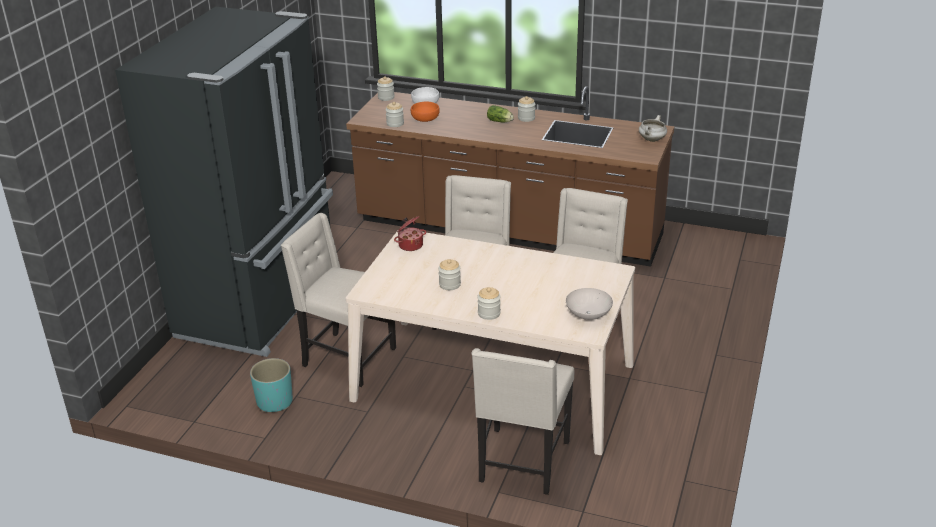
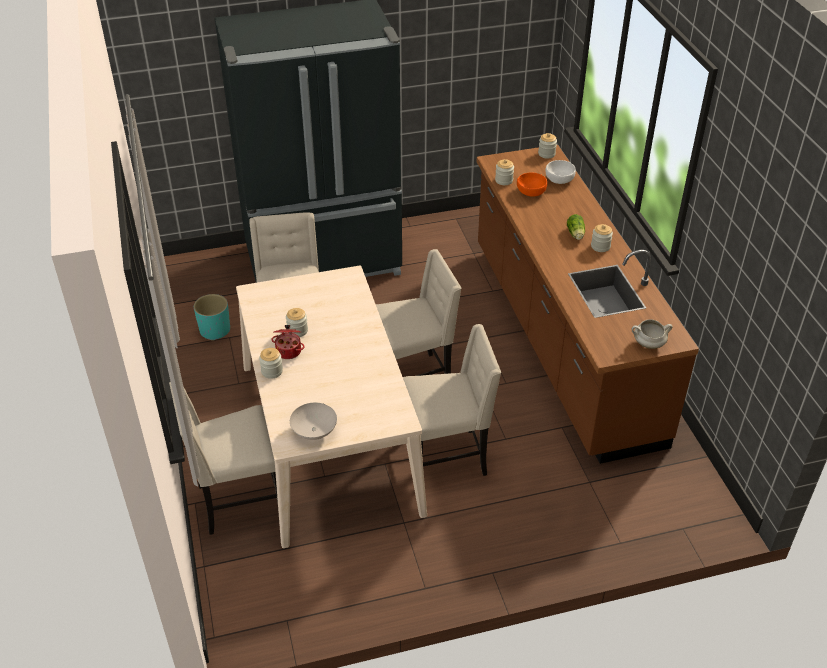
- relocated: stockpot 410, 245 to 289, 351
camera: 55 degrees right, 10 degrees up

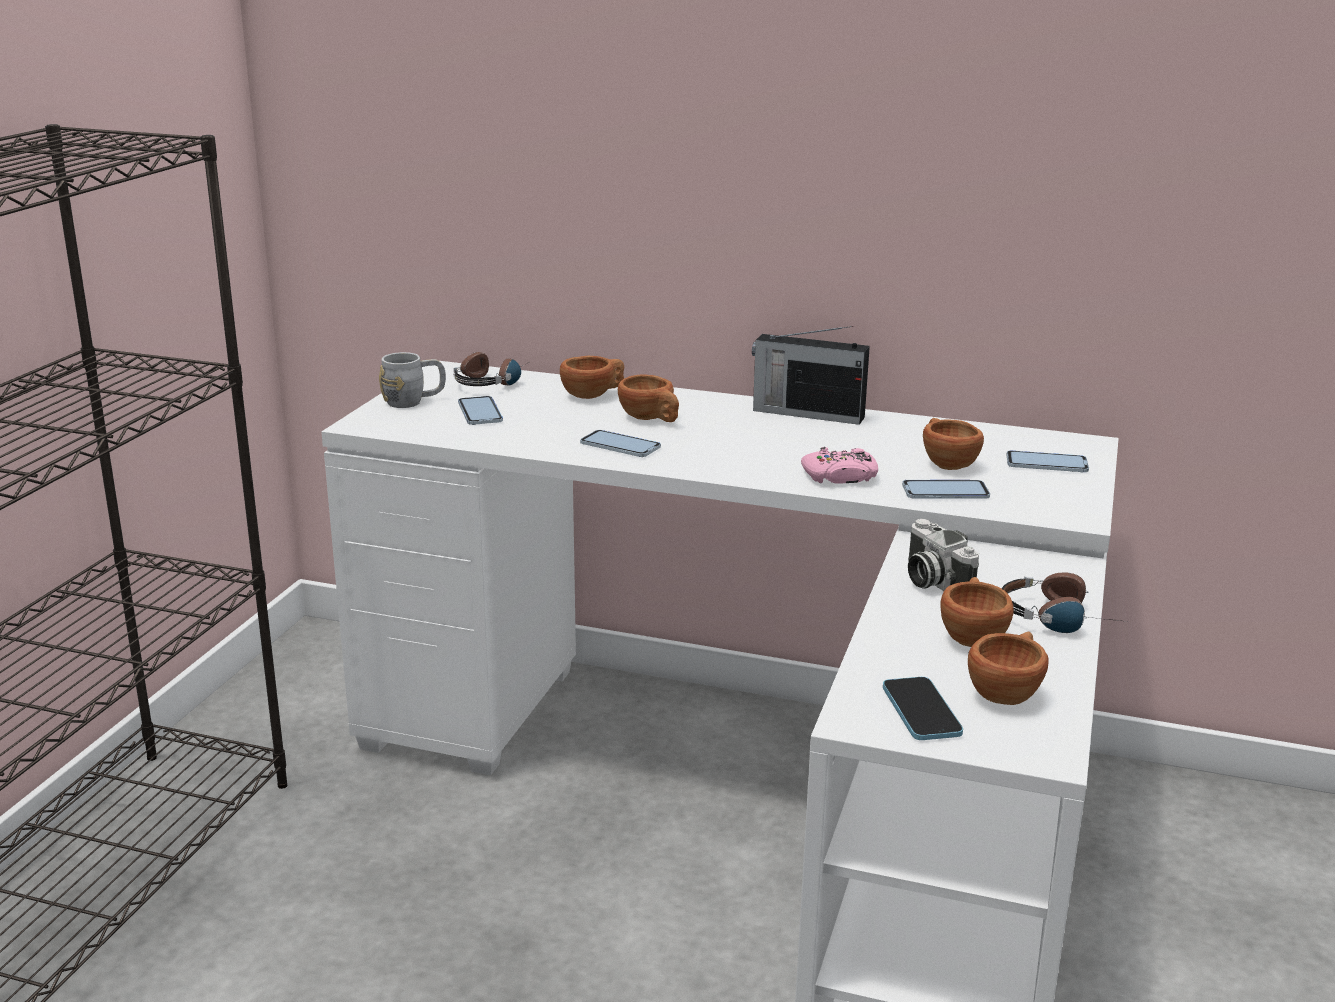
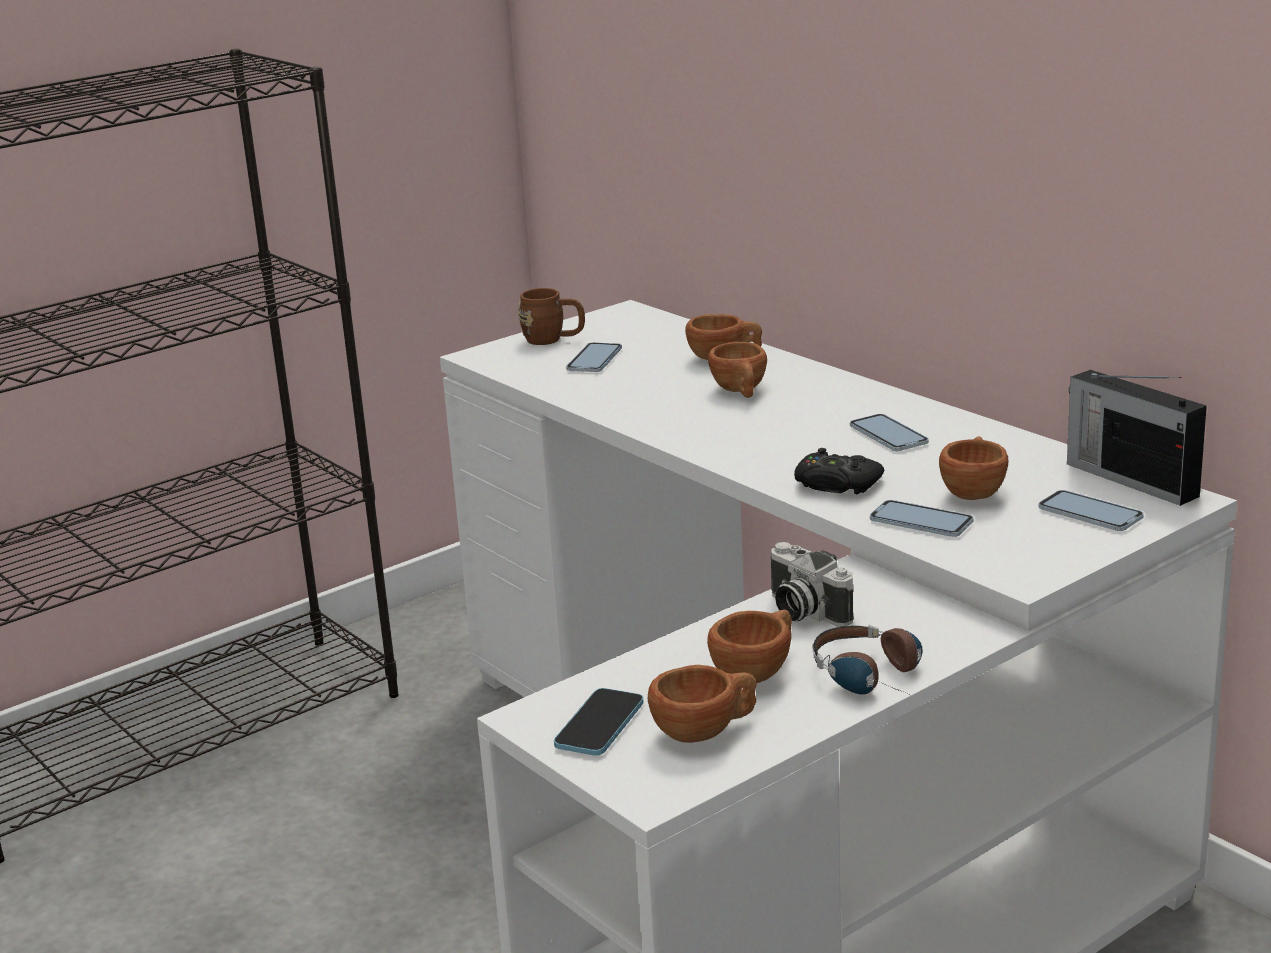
- colour: coffee mug (greyish) 414, 401 to coffee mug (brown-coloured) 553, 340
- missing: headphones 491, 381
- relocated: handset 620, 446 to 888, 435
- relocated: radio 806, 413 to 1129, 479
- colour: game controller (pinkish) 840, 477 to game controller (blackish) 836, 484
- spun: photo camera 931, 581 = 802, 611 45 degrees counterclockwise
camera: 35 degrees right, 0 degrees up

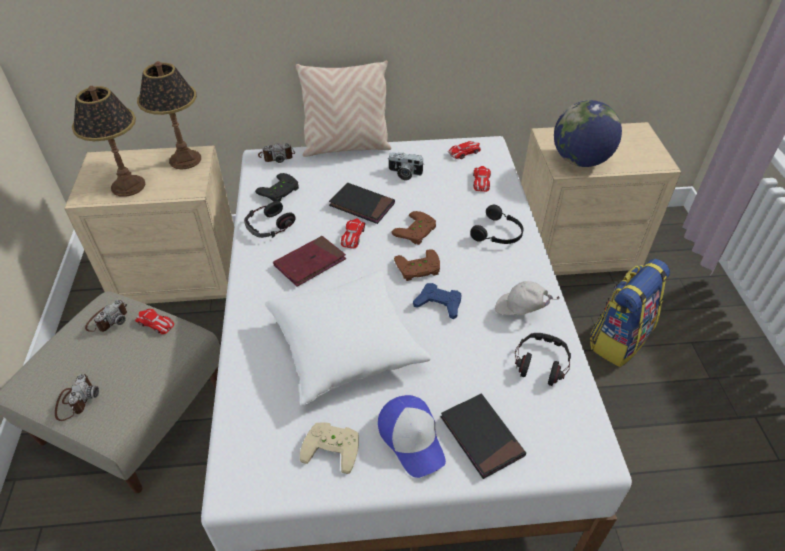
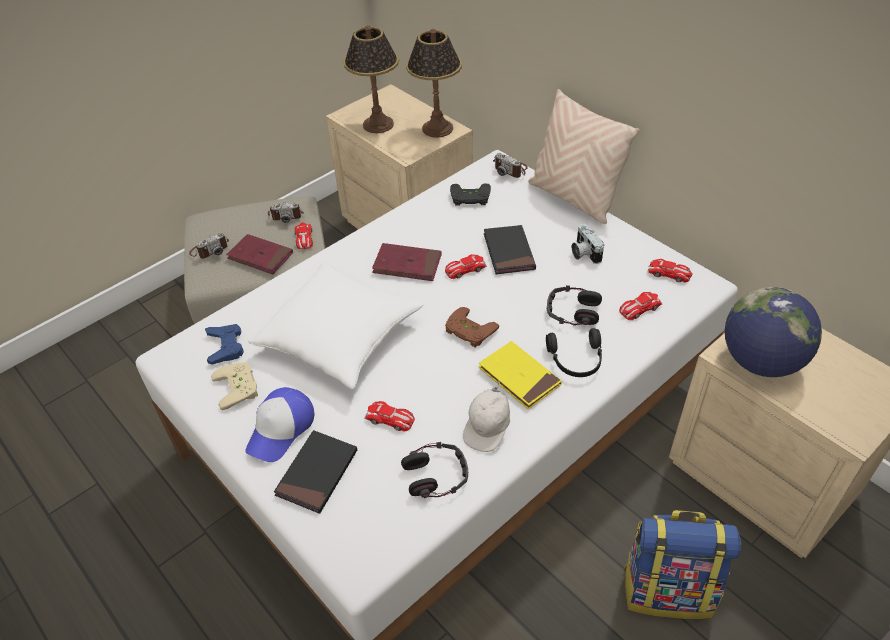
- relocated: headphones 270, 226 to 572, 312
- missing: game controller (brown-coloured) 417, 232
- relocated: game controller (bluish) 439, 303 to 225, 346
- spun: peaked cap (white) 520, 310 = 488, 428 135 degrees counterclockwise
- appeared: book (reddish) 260, 256
- appeared: miniature car 390, 419
- appeared: book (yellow) 519, 377
camera: 55 degrees right, 0 degrees up

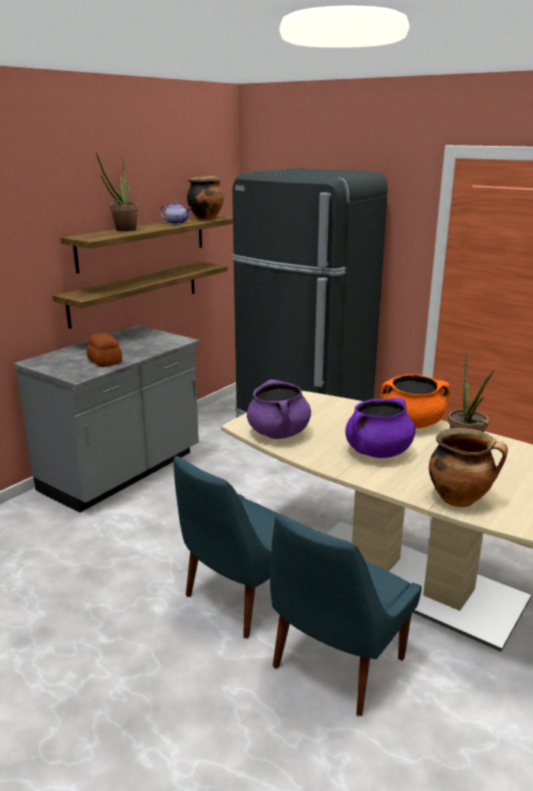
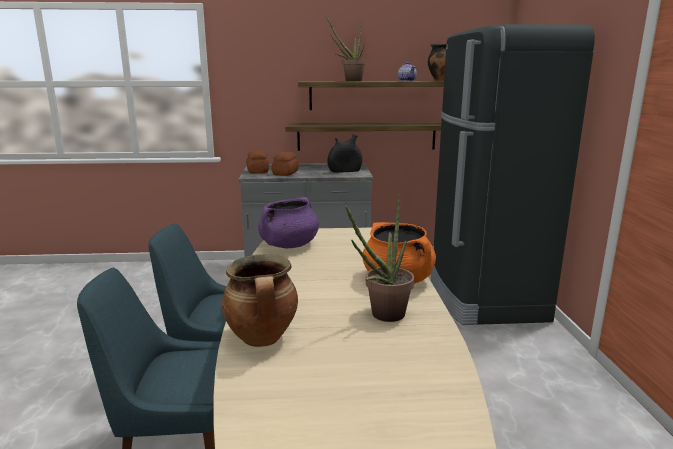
- missing: stockpot (purple-coloured) 378, 452
- appeared: baked bread 258, 171
- appeared: flower vase (blackish) 345, 171
camera: 50 degrees right, 5 degrees down

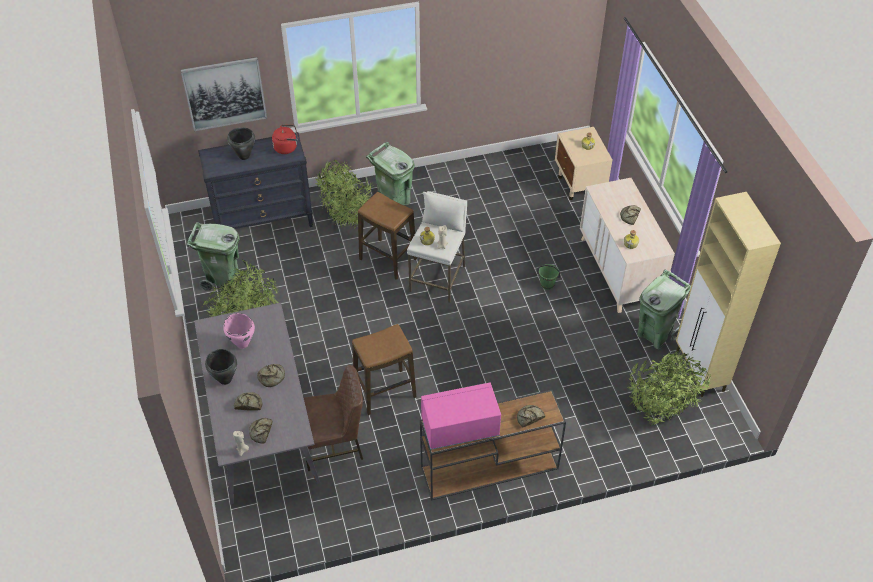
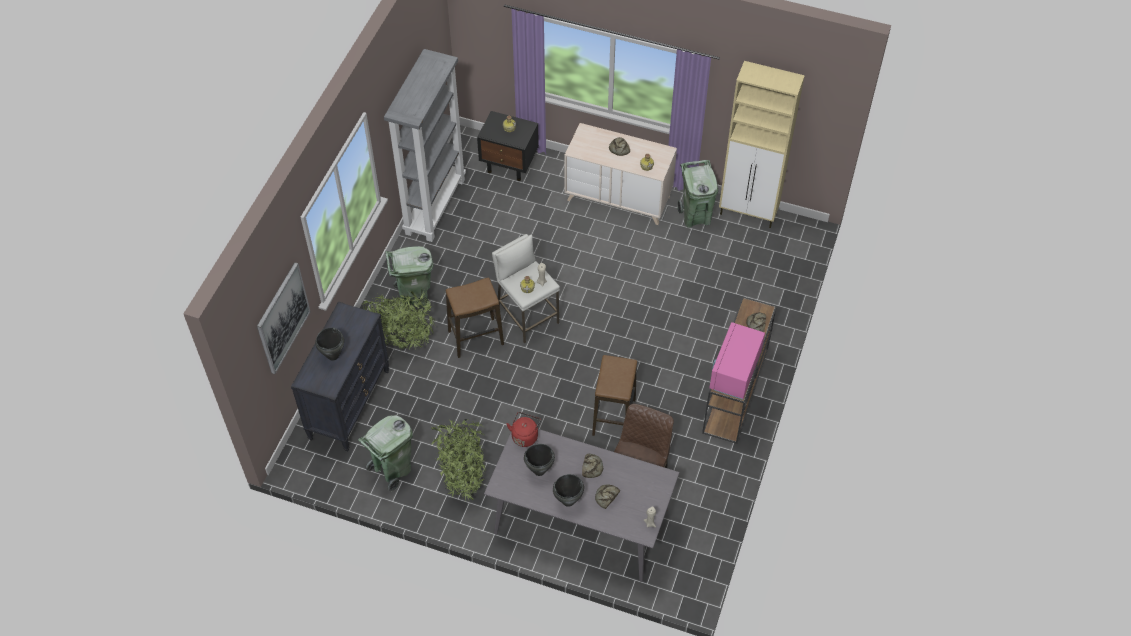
- colour: stockpot (pinkish) 242, 343 to stockpot (blackish) 539, 470
- missing: baked bread 261, 432
- relocated: water kettle (reddish) 287, 147 to 525, 435
- missing: bucket (green) 547, 284
- colour: night table (beige) 579, 185 to night table (blackish) 510, 165
- missing: plant in a pot 660, 411
- appeared: bookcase (greyish) 435, 205
camera: 55 degrees left, 5 degrees up

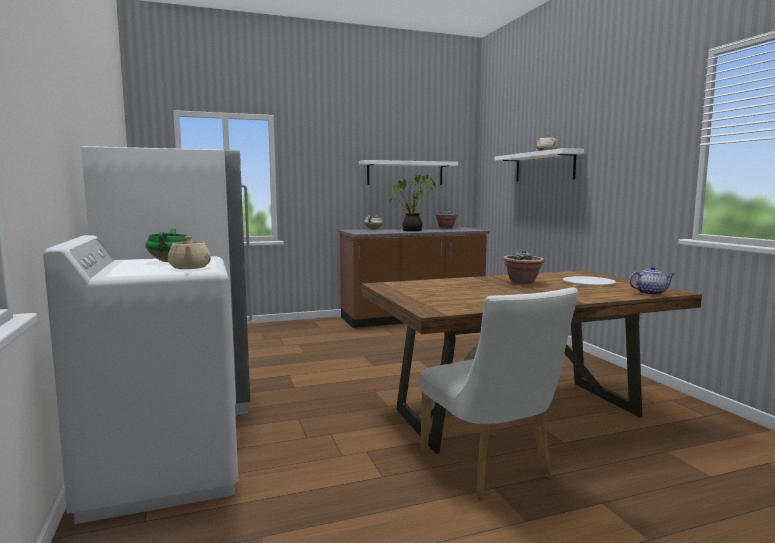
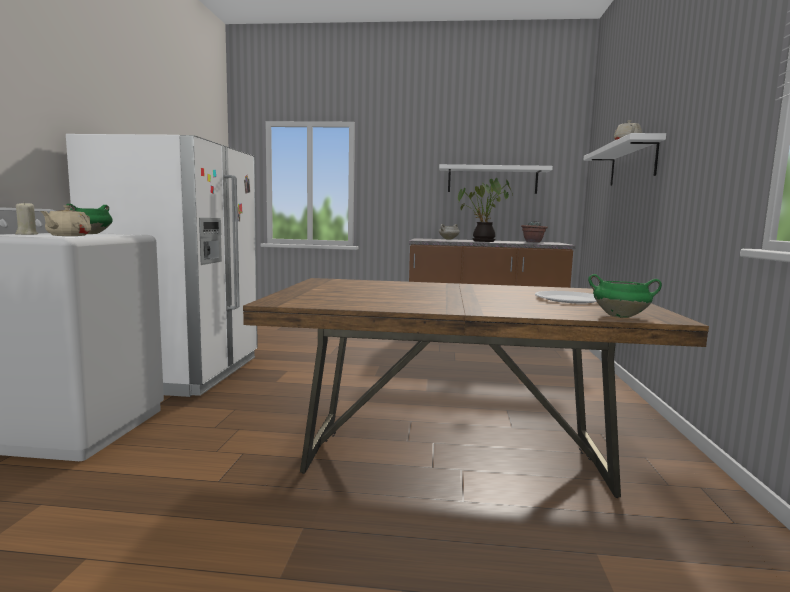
- missing: plain chair (white) 490, 469
- missing: plant in a pot 522, 282
- exchanged: tea pot 651, 293 to stockpot (green) 621, 316
- appeared: candle (beige) 26, 234
camera: 25 degrees right, 0 degrees up

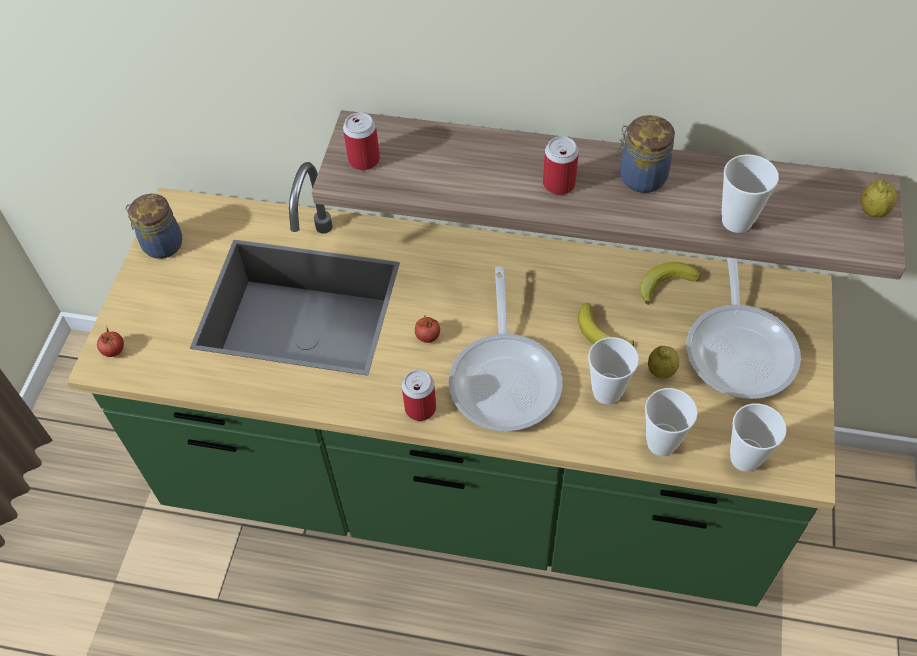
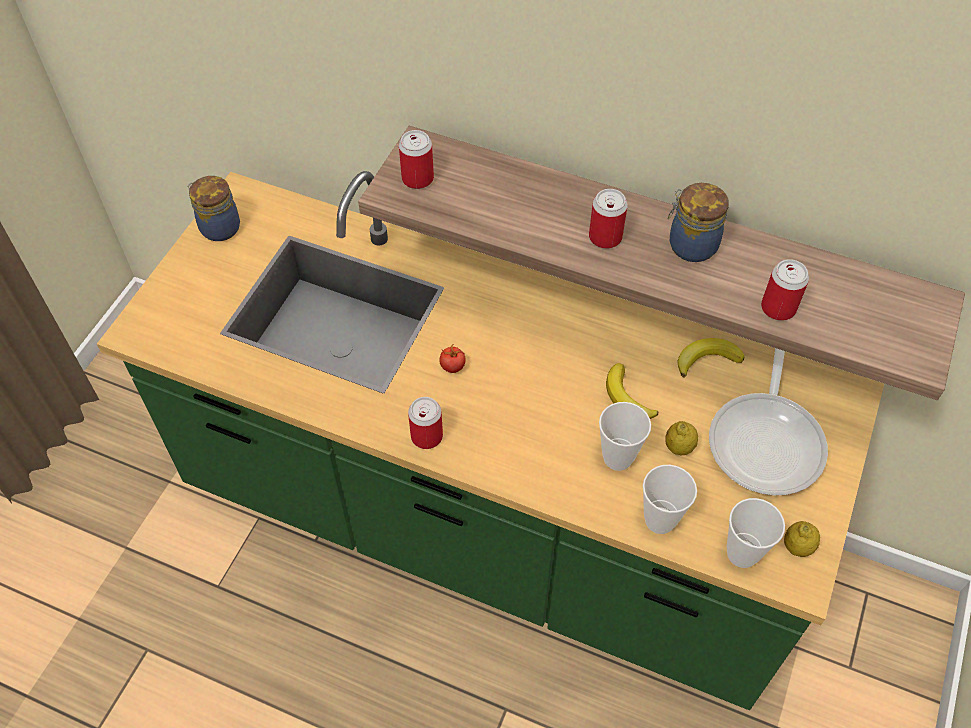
- missing: whole tomato 114, 351
- missing: pan 506, 377
- exchanged: small cup 737, 221 to metal can 778, 308
- relocated: whole lemon 872, 211 to 797, 547
camera: 10 degrees right, 0 degrees up

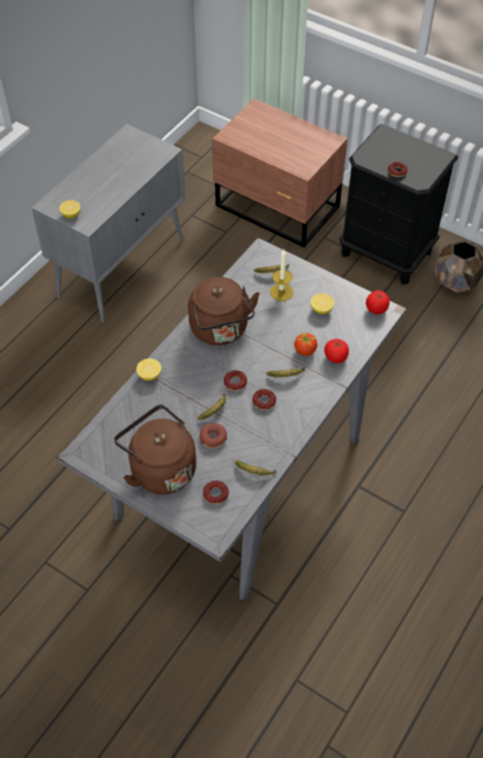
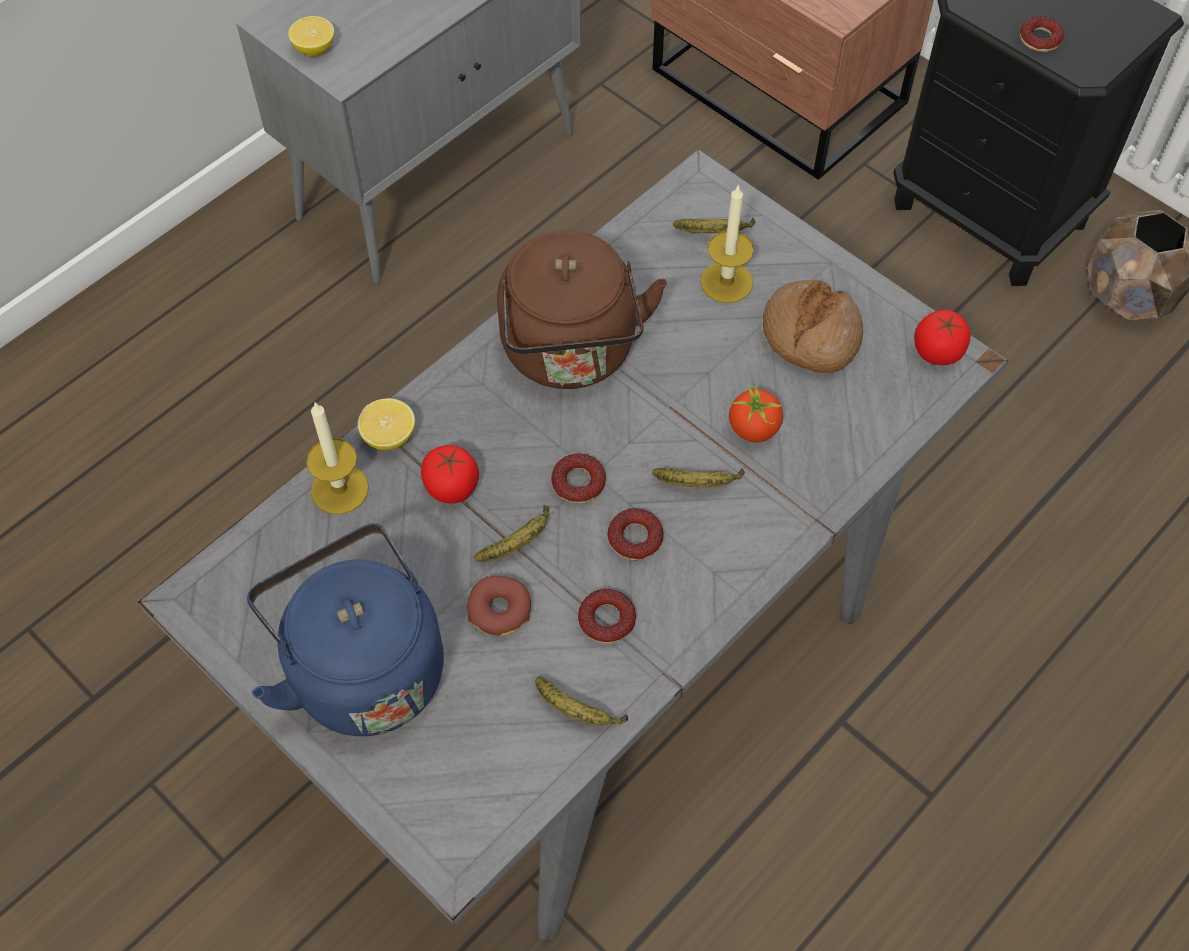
- colour: water kettle (brown-coloured) 160, 468 to water kettle (bluish) 362, 667
- relocated: donut 216, 494 to 607, 620
- exchanged: whole lemon 321, 309 to baked bread 810, 335
- relocated: whole tomato 335, 357 to 452, 486
- appeared: candle 339, 489
camera: 10 degrees right, 5 degrees up

